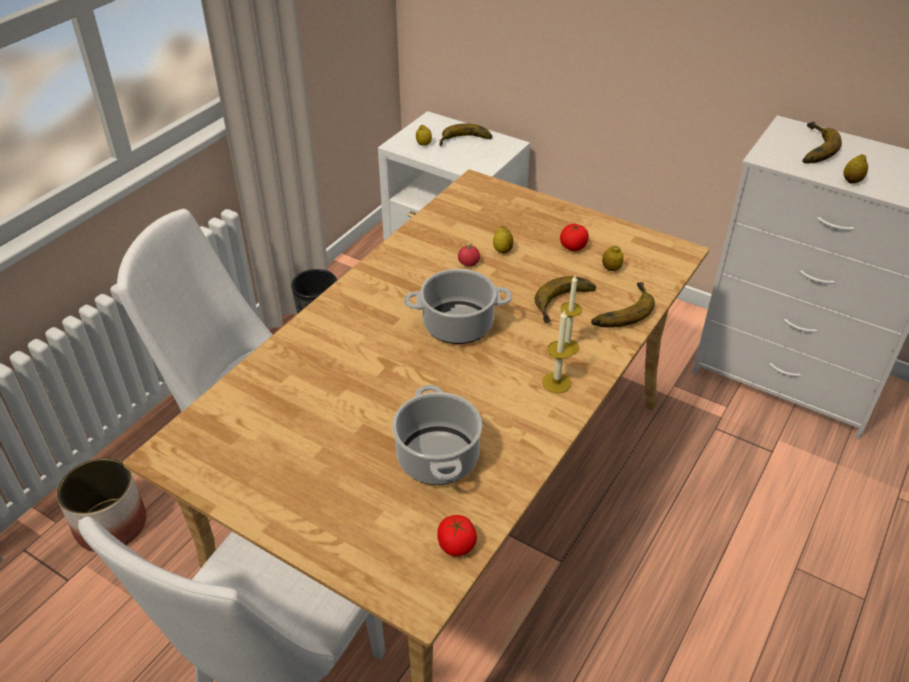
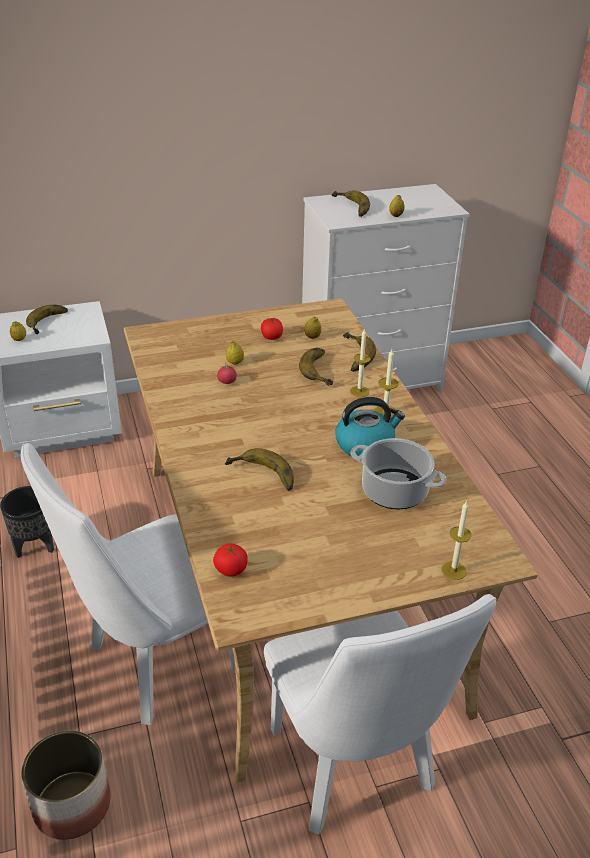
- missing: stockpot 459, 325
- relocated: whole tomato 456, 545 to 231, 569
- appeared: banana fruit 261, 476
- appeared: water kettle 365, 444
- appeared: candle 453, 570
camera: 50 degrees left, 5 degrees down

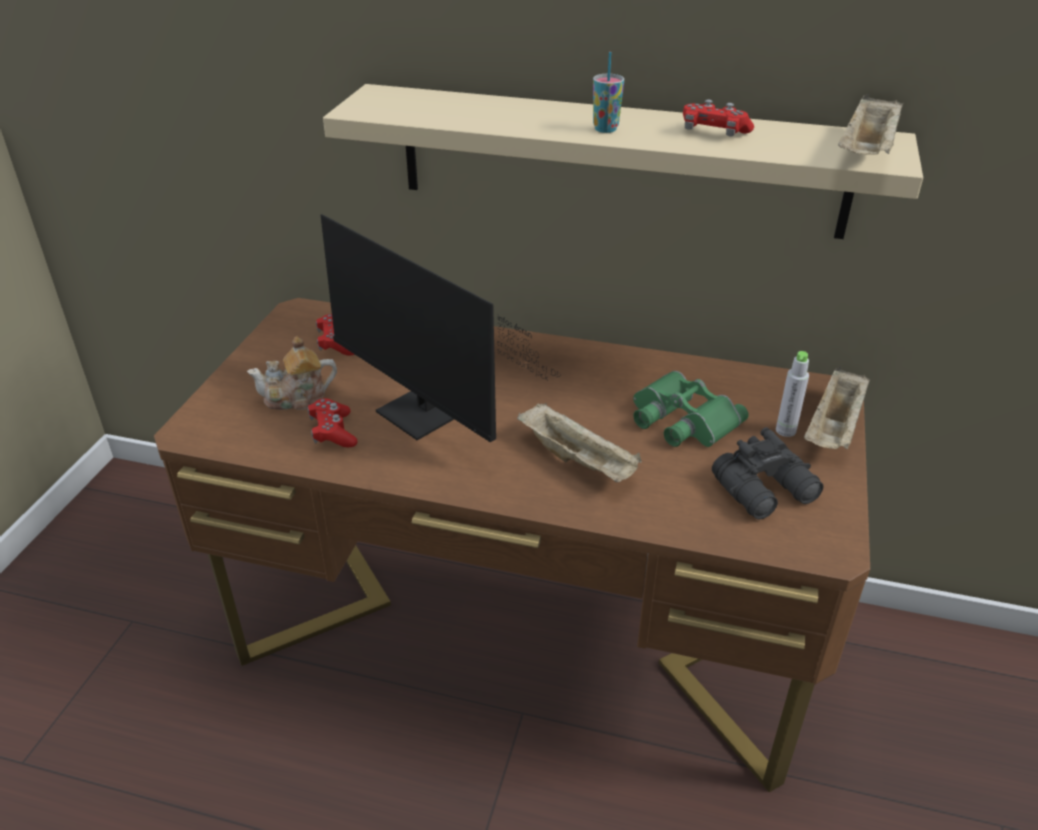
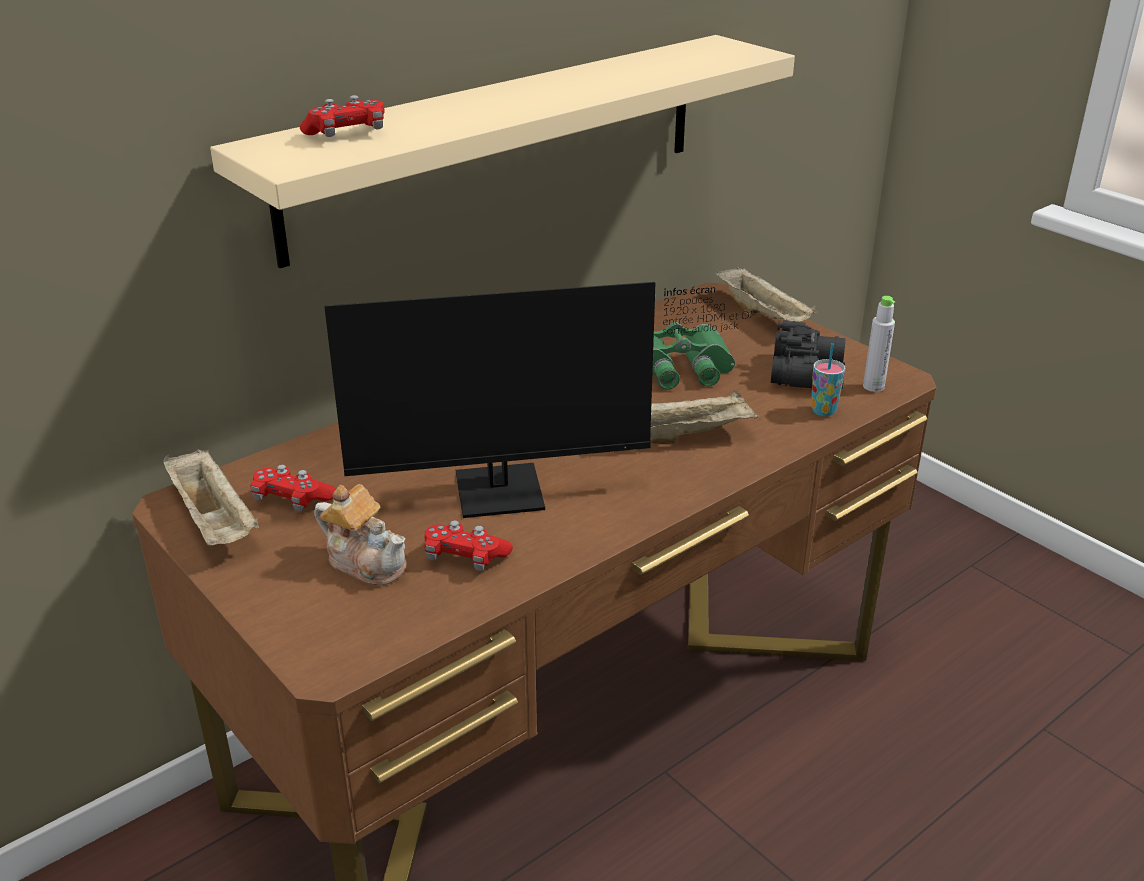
- spun: tea pot 297, 398 = 366, 561 75 degrees counterclockwise
- relocated: small cup 605, 129 to 823, 411
- relocated: game controller (reddish) 714, 133 to 347, 134
- relocated: beverage bottle (greyish) 785, 430 to 873, 386
- relocated: carrying tray (beige) 867, 152 to 214, 521
camera: 55 degrees left, 5 degrees down

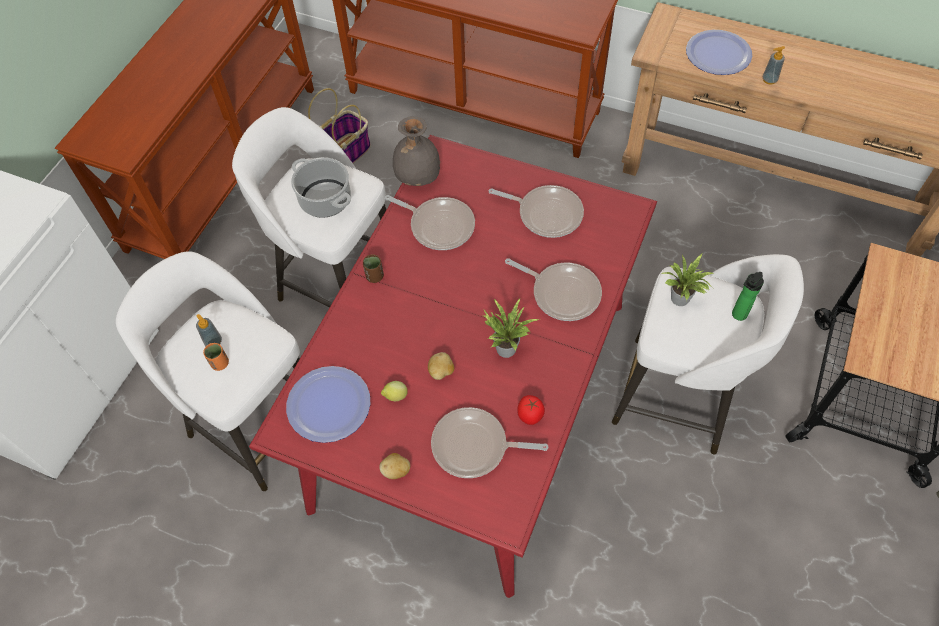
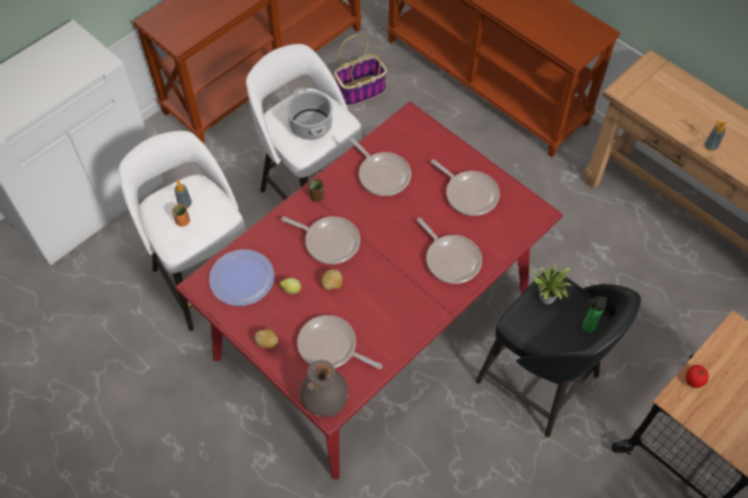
- relocated: flower vase (greyish) 417, 177 to 324, 400
- missing: plant in a pot 505, 346
- relocated: whole tomato 530, 415 to 693, 380
- colour: stool seat (white) 679, 396 to stool seat (blackish) 540, 381
- missing: plate 718, 54
- appeared: pan 329, 241
camera: 20 degrees right, 0 degrees up

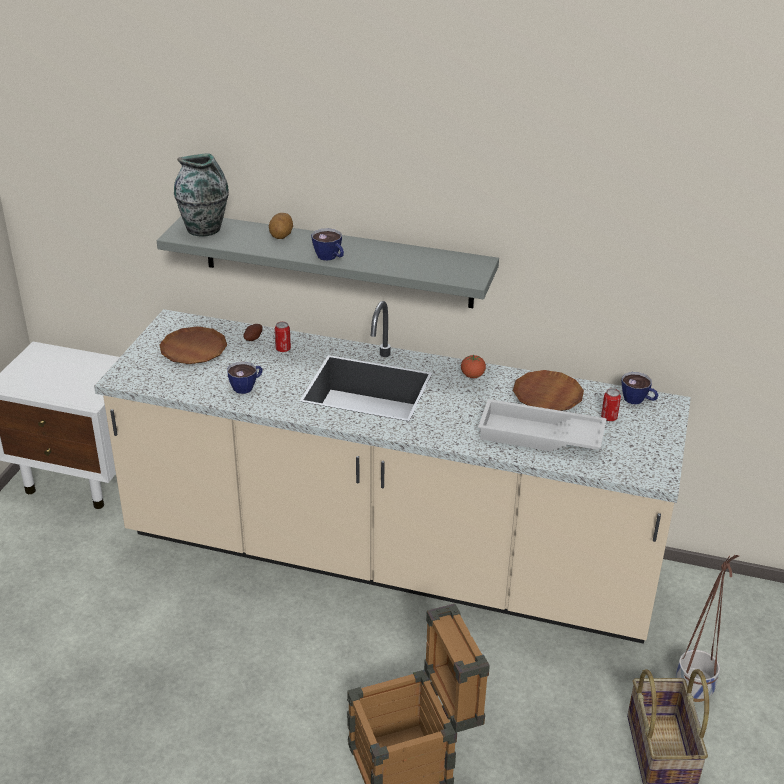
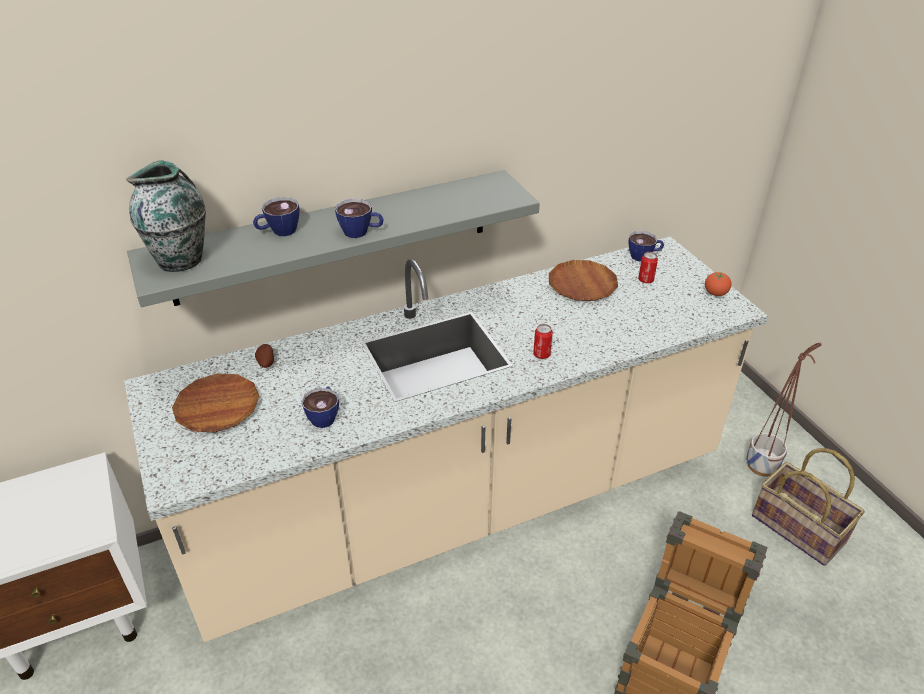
- exchanged: potato 281, 236 to small cup 278, 231
- relocated: metal can 283, 349 to 541, 354
- relocated: whole tomato 472, 376 to 715, 293
- missing: carrying tray (white) 539, 436
camera: 40 degrees left, 5 degrees up

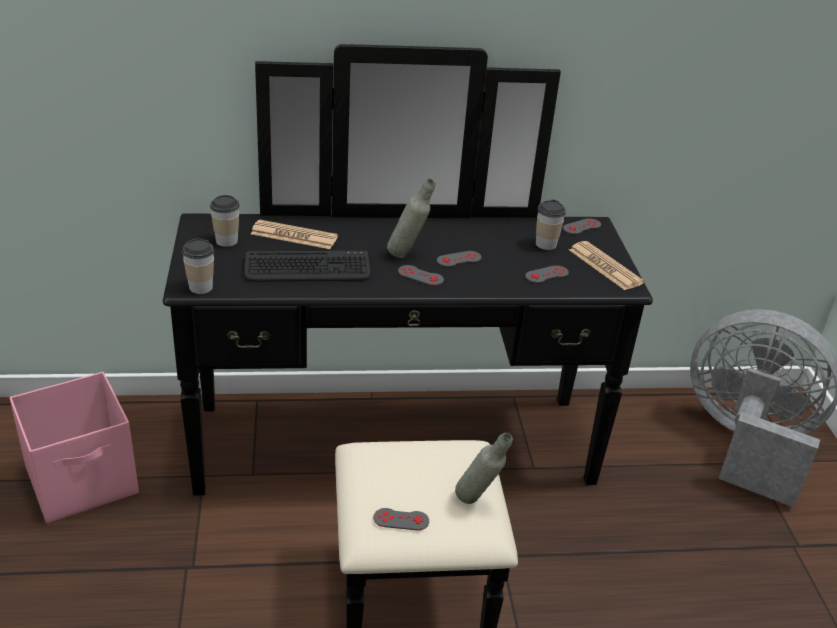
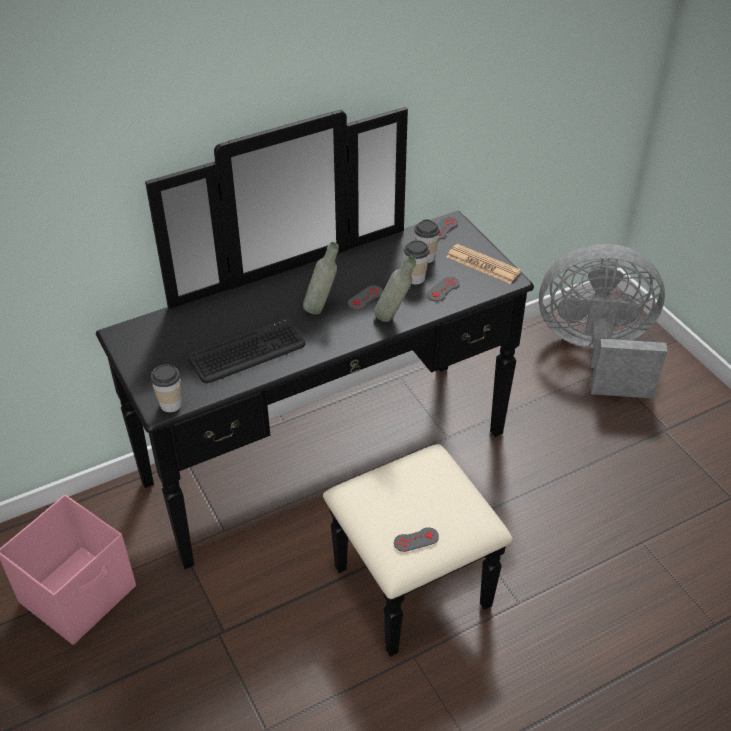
- relocated: small cup 226, 241 to 415, 278
- missing: printed paper 294, 236
- missing: game controller (greyish) 420, 276
- relocated: beverage bottle (greyish) 478, 502 to 393, 318
camera: 20 degrees left, 10 degrees up

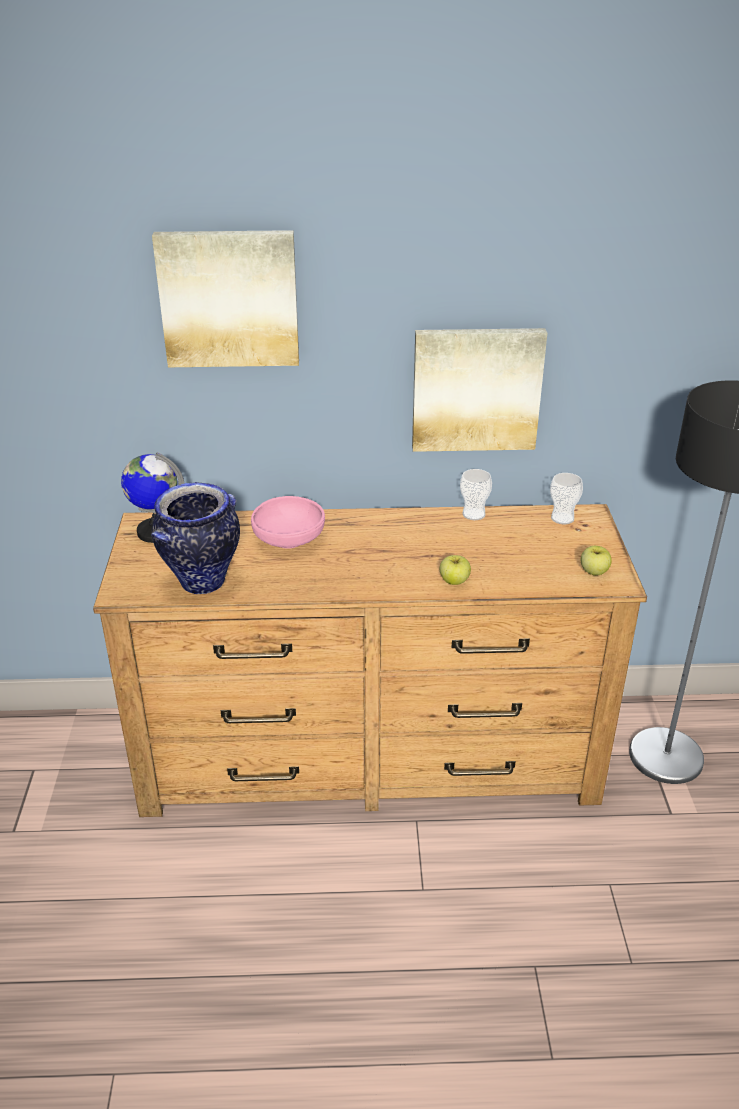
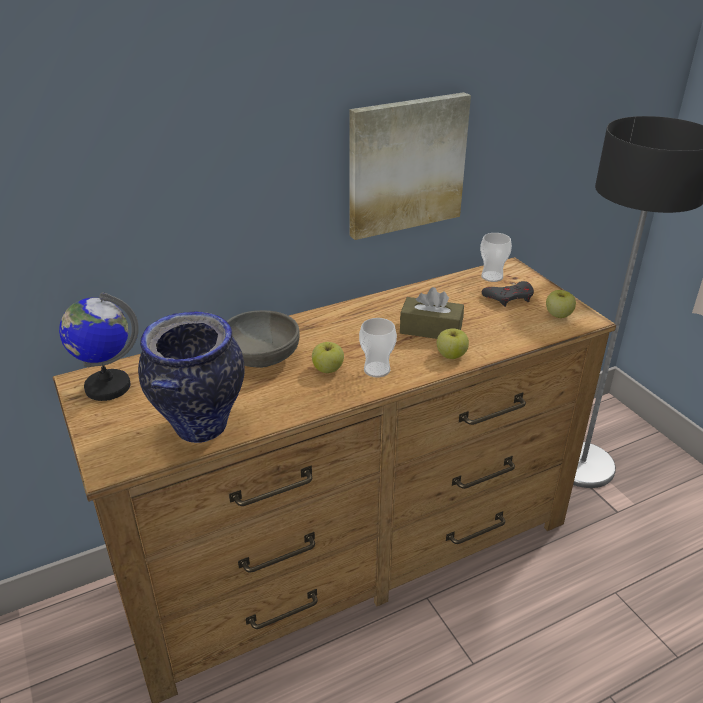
- missing: wall art 229, 298
- colour: bowl (pinkish) 289, 539 to bowl (greyish) 261, 357
- relocated: small cup 473, 514 to 377, 369
- appeared: whole apple 328, 369
- appeared: tissue box (brown-coloured) 431, 329
- appeared: game controller (greyish) 509, 297
camera: 25 degrees left, 0 degrees up

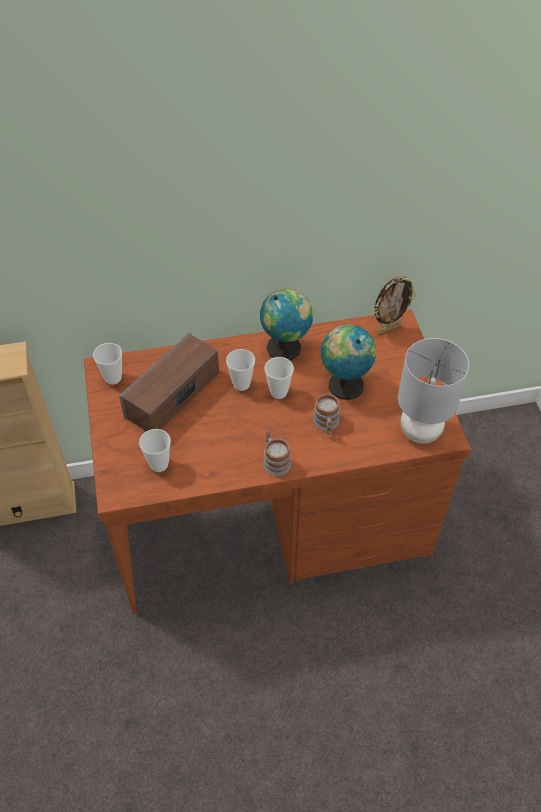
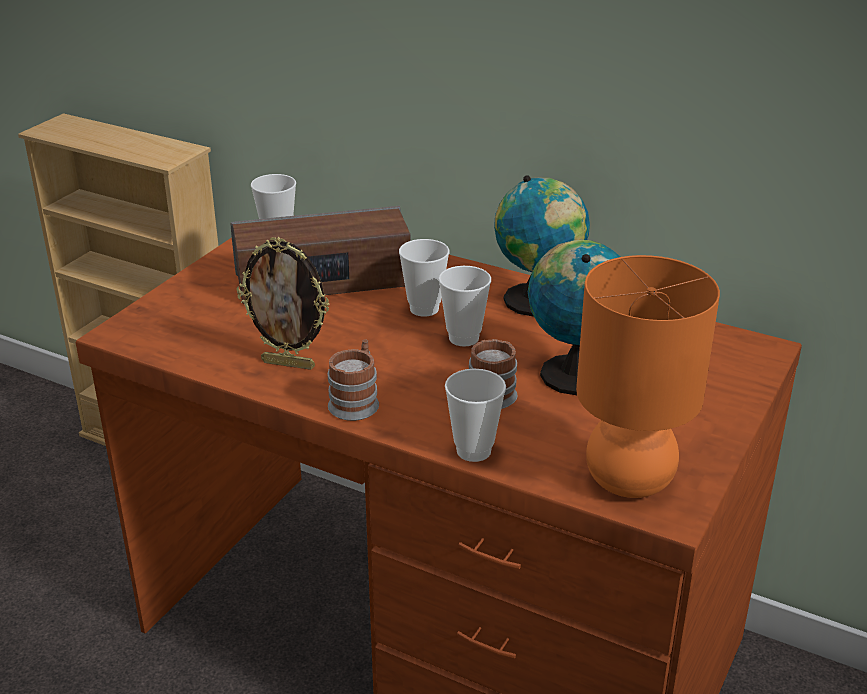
- relocated: small cup 159, 464 to 473, 451
- relocated: standing frame 389, 328 to 289, 364
- colour: tabletop lamp (greyish) 420, 430 to tabletop lamp (orange) 629, 479
camera: 40 degrees right, 20 degrees down

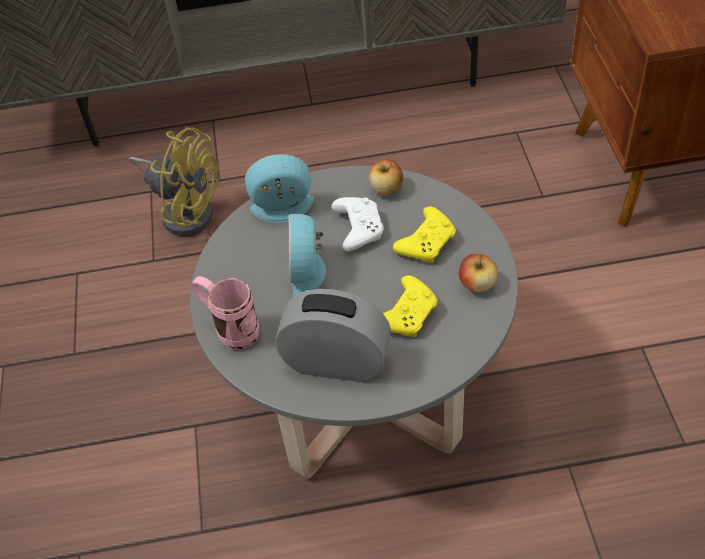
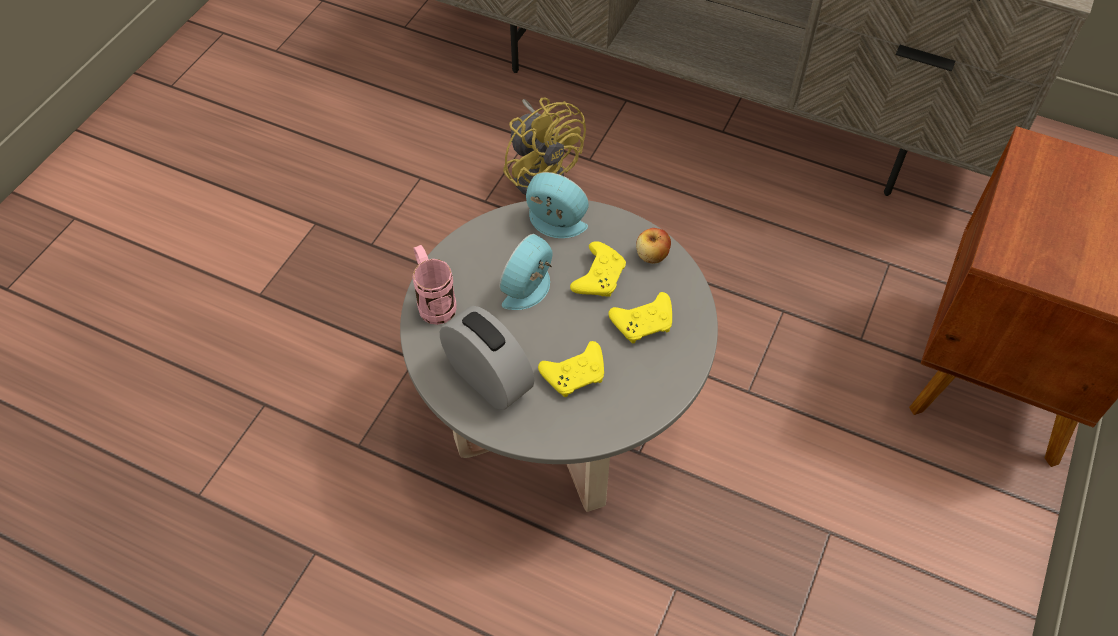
- colour: game controller (white) 358, 228 to game controller (yellow) 599, 277
- missing: whole apple 477, 284
camera: 30 degrees right, 5 degrees up

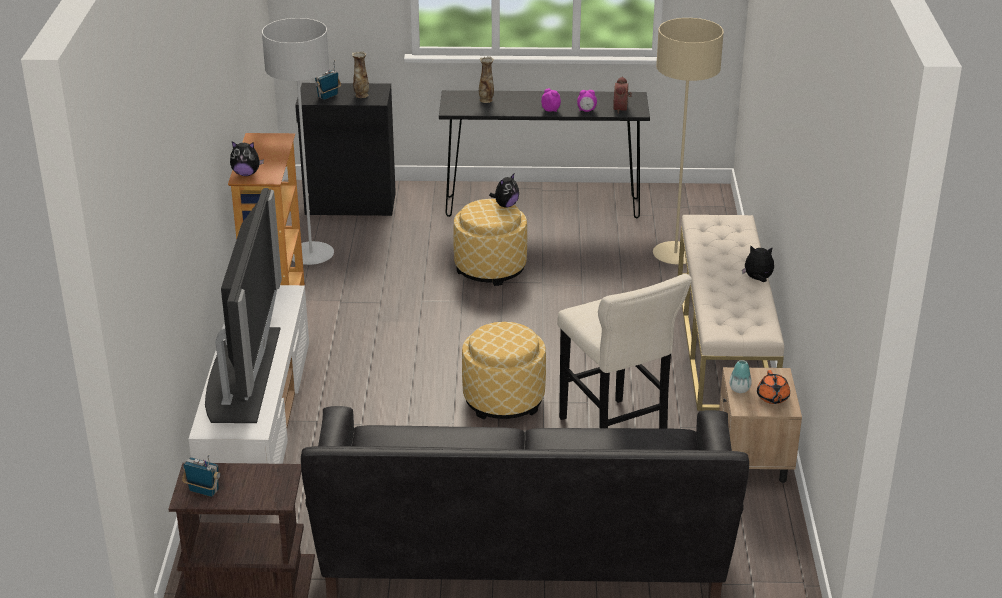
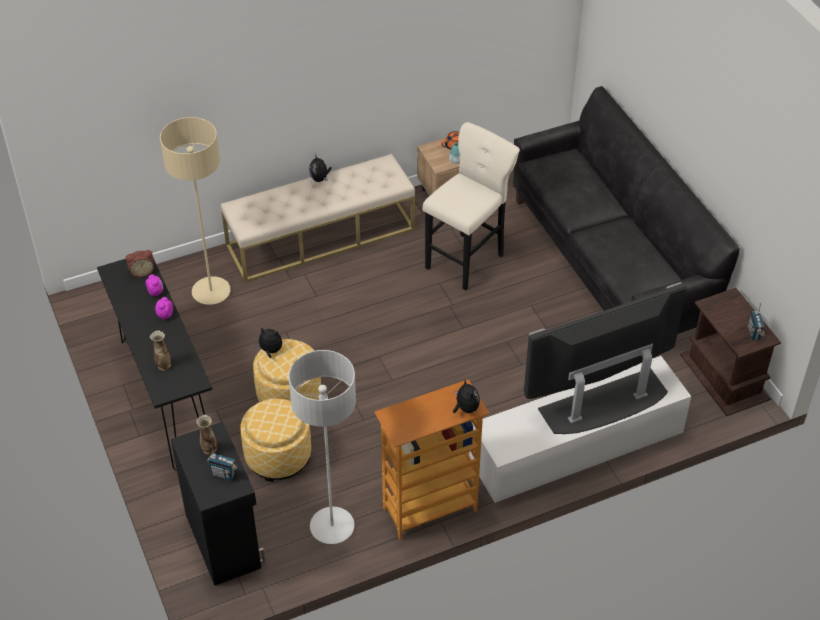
- relocated: ottoman 503, 399 to 278, 456
camera: 115 degrees left, 15 degrees up

